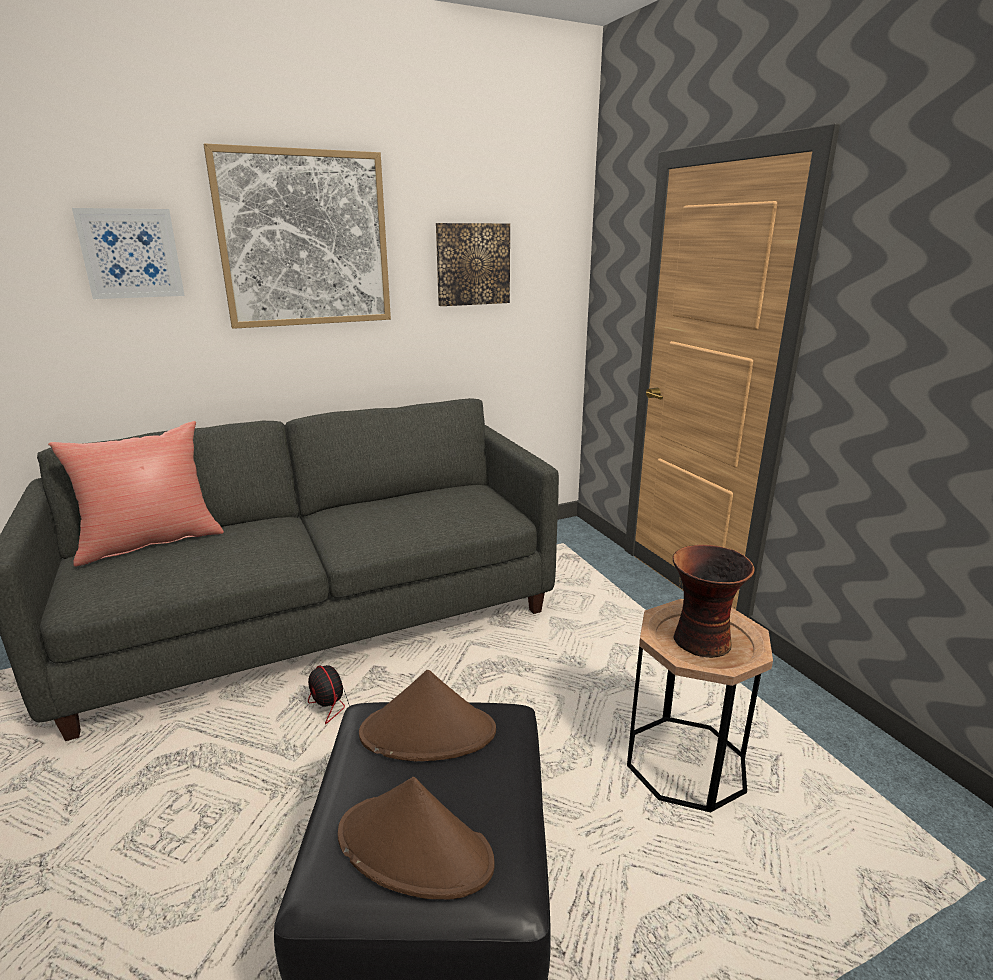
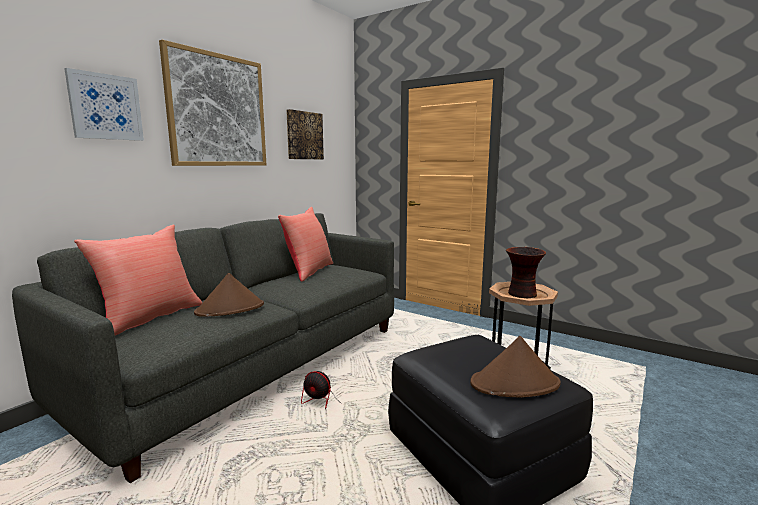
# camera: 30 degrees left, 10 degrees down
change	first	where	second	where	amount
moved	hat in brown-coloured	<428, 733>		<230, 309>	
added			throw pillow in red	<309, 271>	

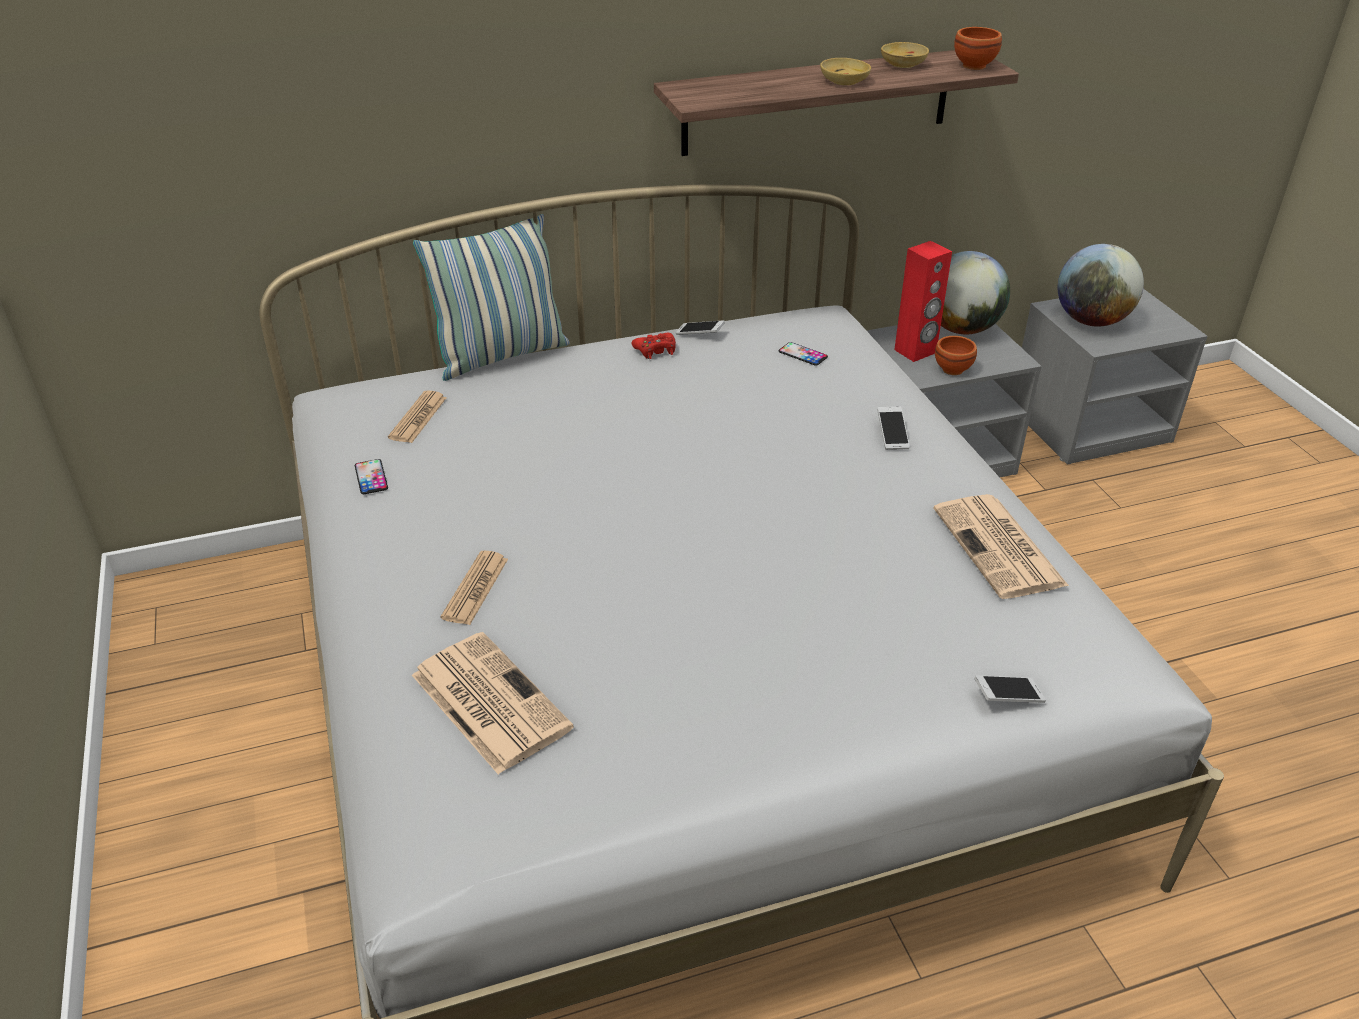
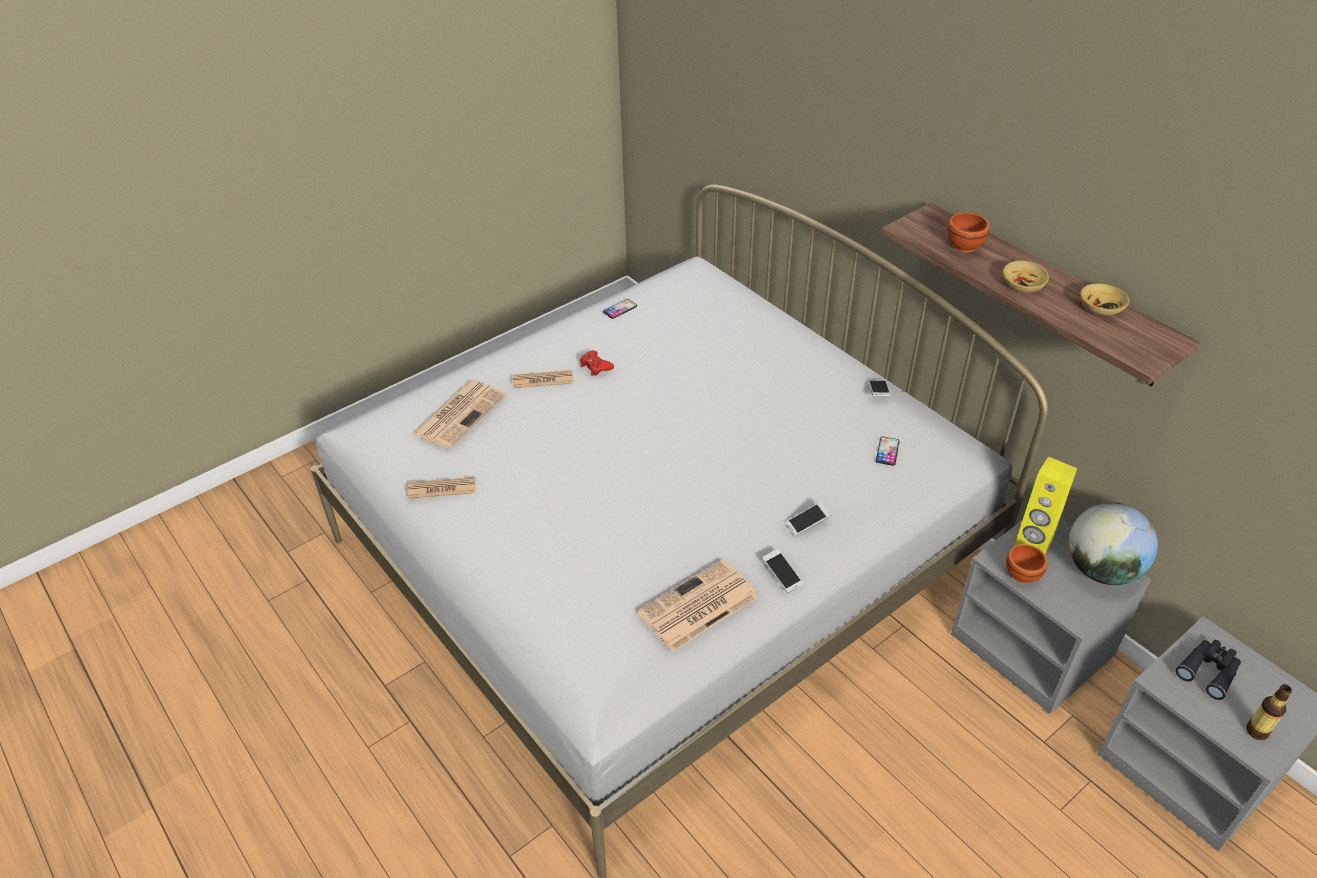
# camera: 70 degrees right, 5 degrees up
change	first	where	second	where	amount
moved	daily paper	<418, 418>		<442, 488>	
moved	gamepad in red	<655, 350>		<595, 367>	
moved	telephone	<1008, 696>		<782, 575>	
moved	bowl in brown-coloured	<974, 65>		<965, 247>	
recoloured	loudspeaker in red	<915, 351>	loudspeaker in yellow	<1032, 545>	
replaced	desk globe	<1091, 321>	binoculars in black	<1209, 670>	
added			beverage bottle	<1256, 731>	
removed	throw pillow	<501, 355>			

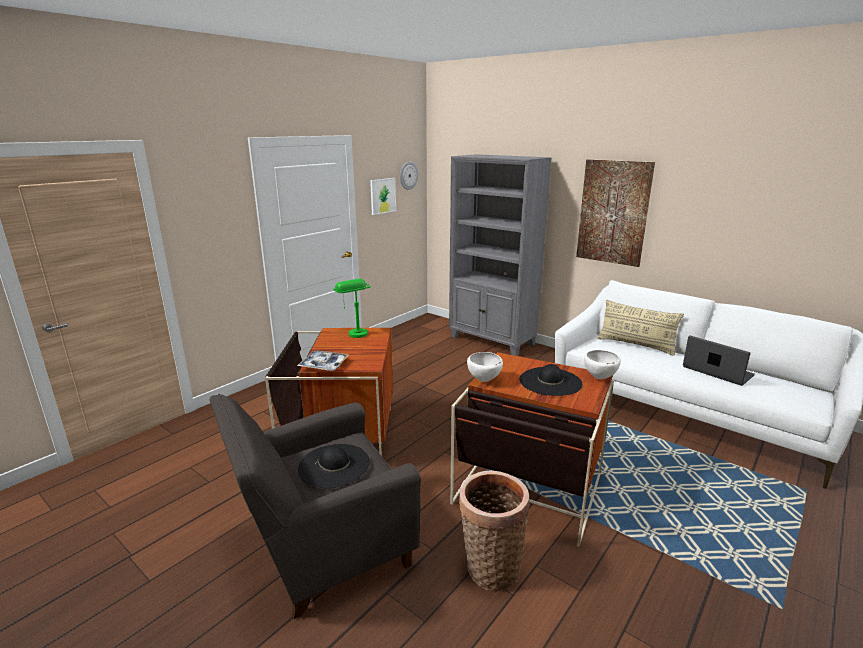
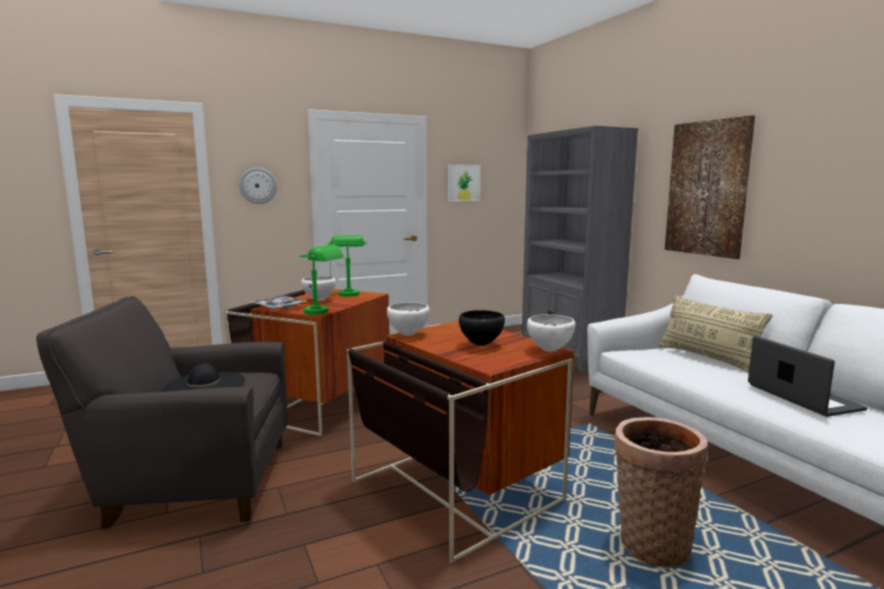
# camera: 25 degrees right, 10 degrees down
change	first	where	second	where	amount
moved	clock on the wall	<408, 175>		<258, 185>	
added			lamp for a table in greenish	<323, 312>	
added			bowl in white-coloured	<319, 300>	
replaced	hat in black	<550, 381>	bowl in black	<481, 345>	
moved	storage basket	<490, 567>		<651, 543>	

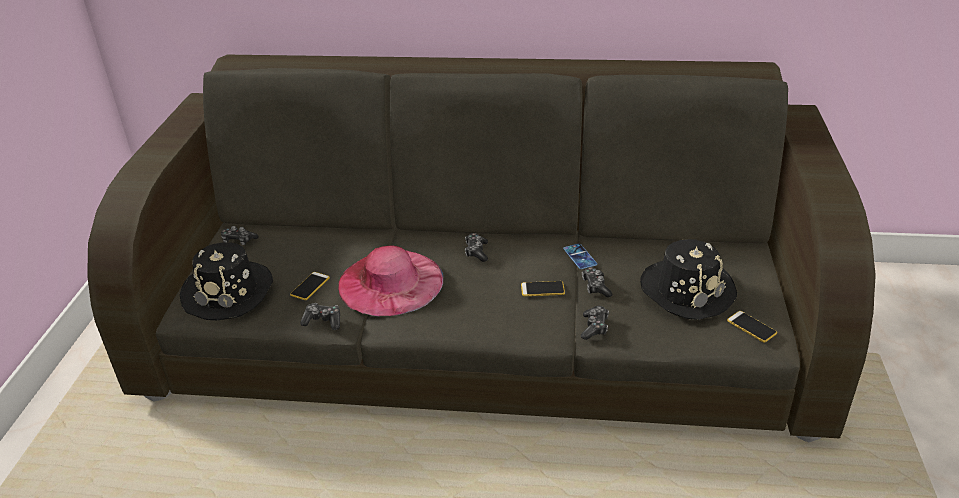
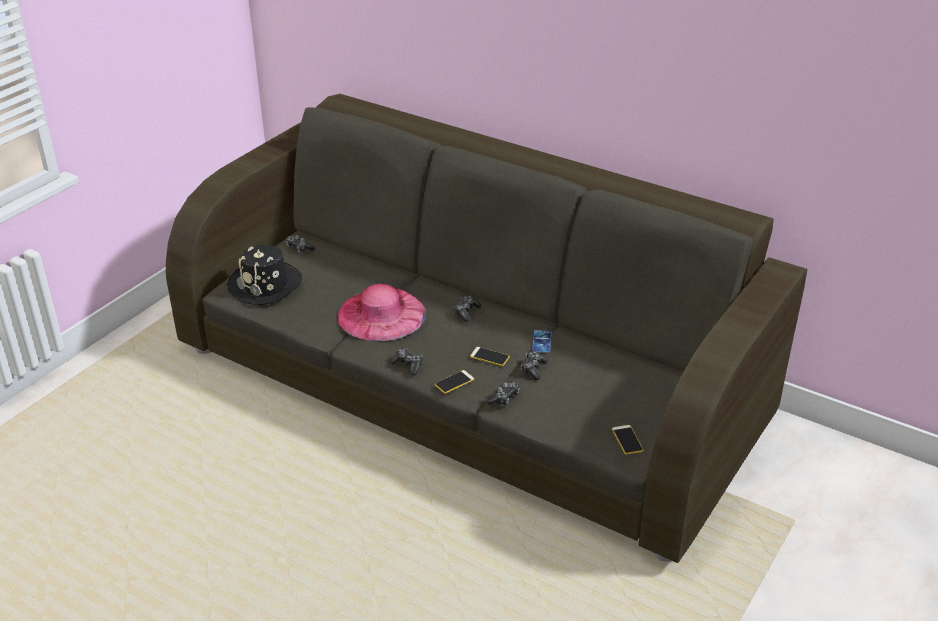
# camera: 25 degrees right, 0 degrees up
change	first	where	second	where	amount
moved	gamepad	<323, 321>		<407, 365>	
moved	telephone	<310, 286>		<454, 382>	
removed	hat in black	<687, 290>			

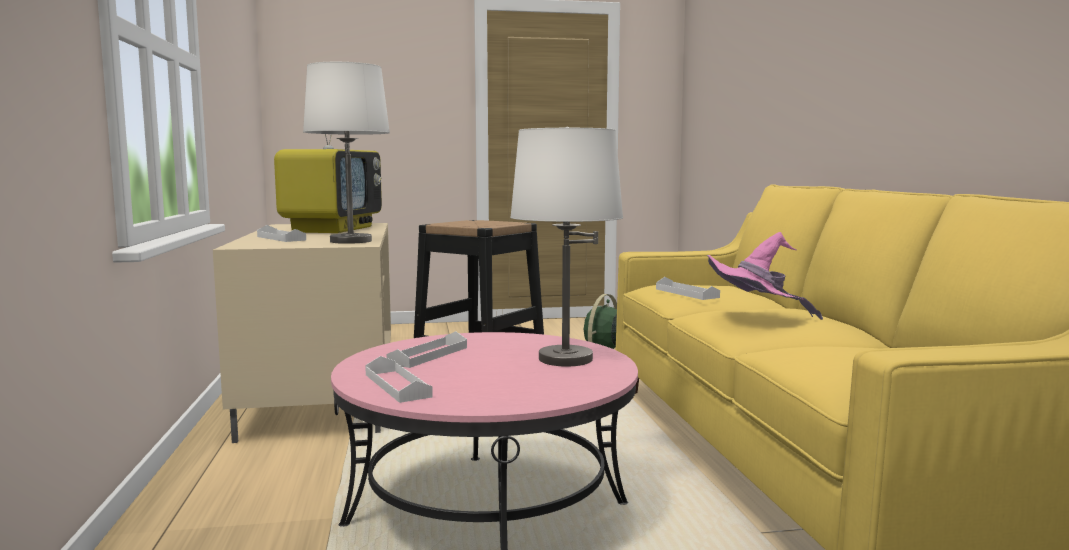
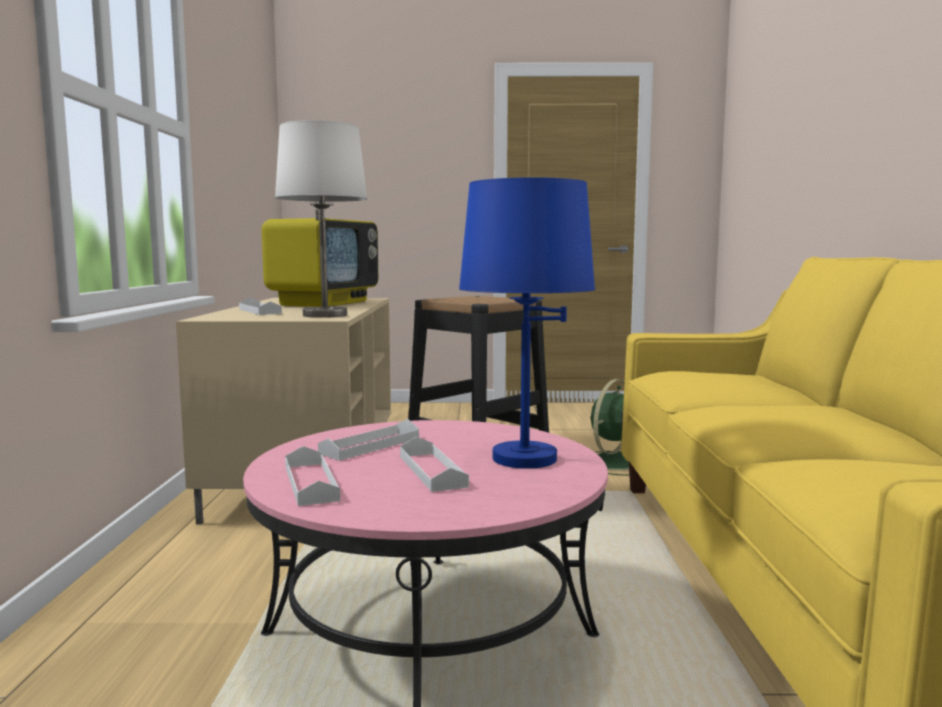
# camera: 10 degrees right, 0 degrees up
change	first	where	second	where	amount
moved	serving tray in white-coloured	<686, 293>		<432, 471>	
recoloured	lamp for a table in white-coloured	<565, 359>	lamp for a table in bluish	<524, 459>	
removed	hat in pink	<756, 320>			

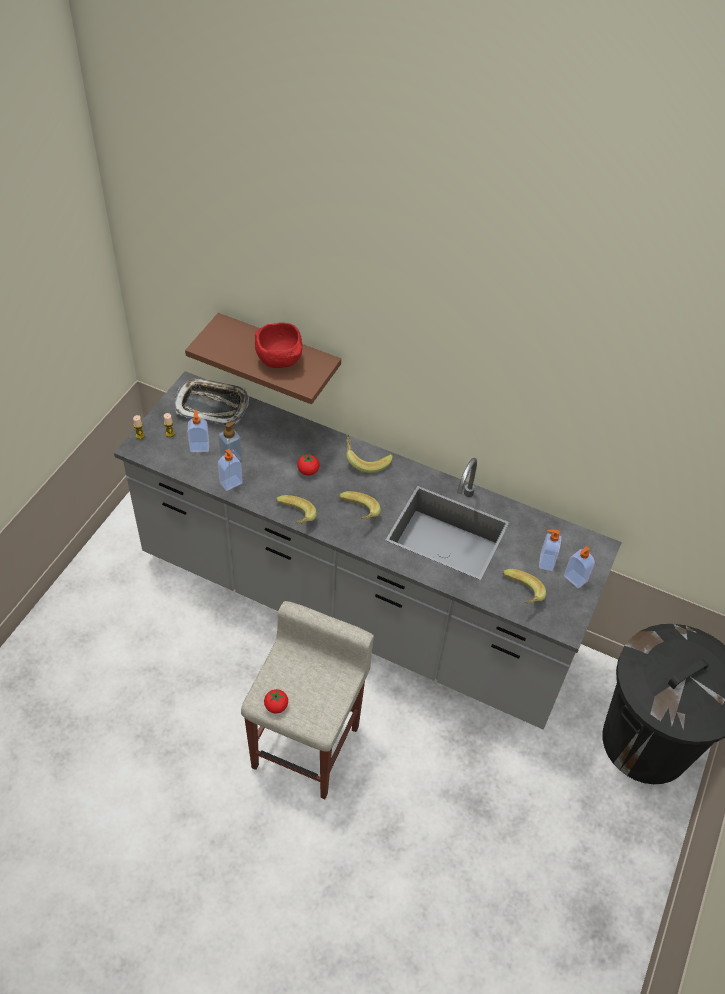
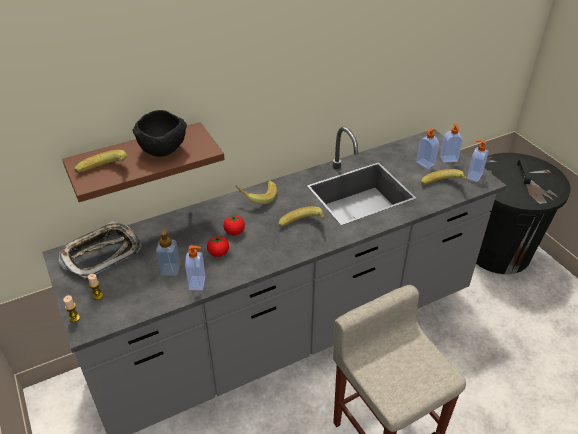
# camera: 50 degrees left, 10 degrees down
change	first	where	second	where	amount
moved	banana	<293, 519>		<105, 174>	
recoloured	bowl in red	<280, 361>	bowl in black	<163, 150>	
moved	tomato	<276, 706>		<218, 253>	
moved	soap bottle	<199, 446>		<473, 176>	

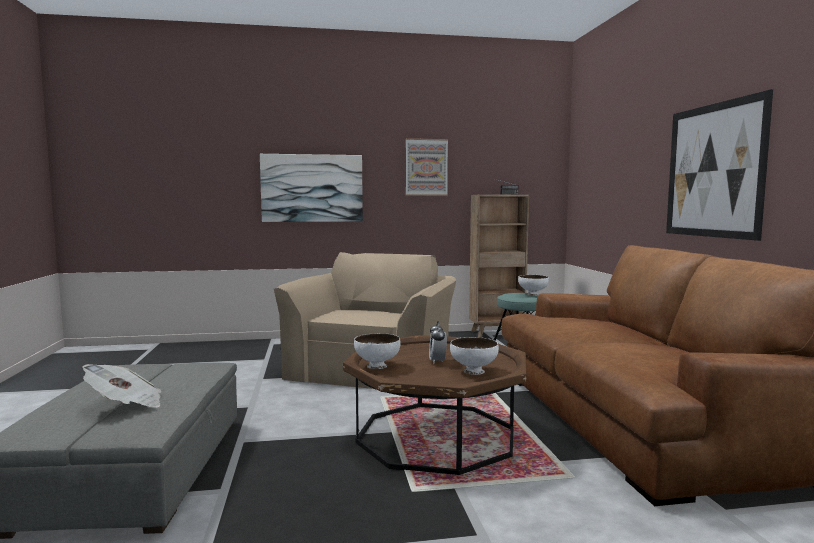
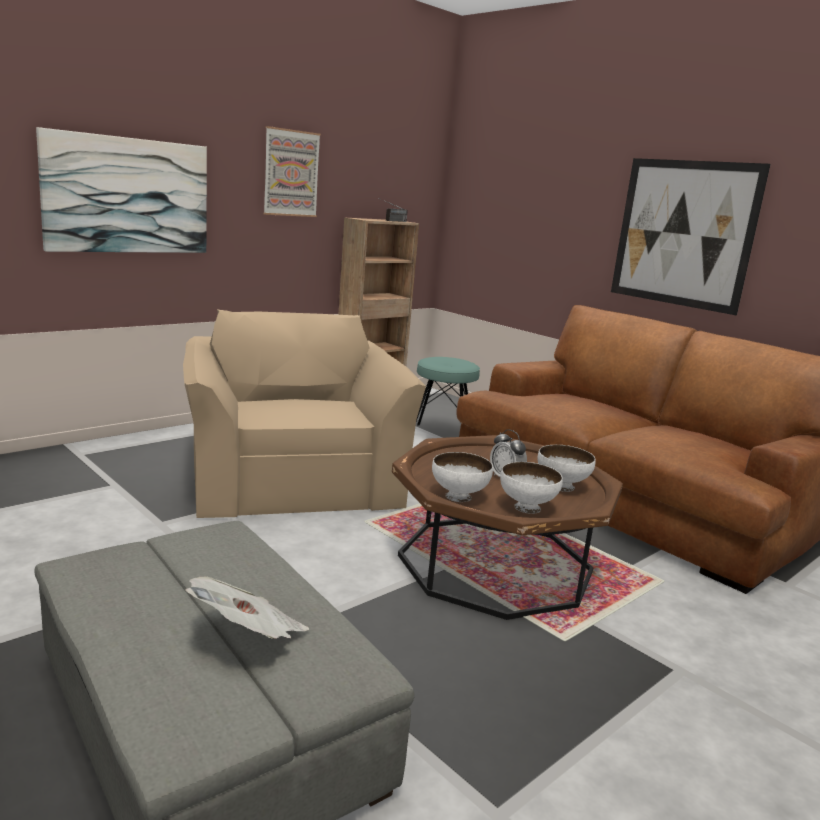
# camera: 35 degrees left, 10 degrees up
change	first	where	second	where	amount
moved	bowl in white-coloured	<533, 294>		<526, 507>	

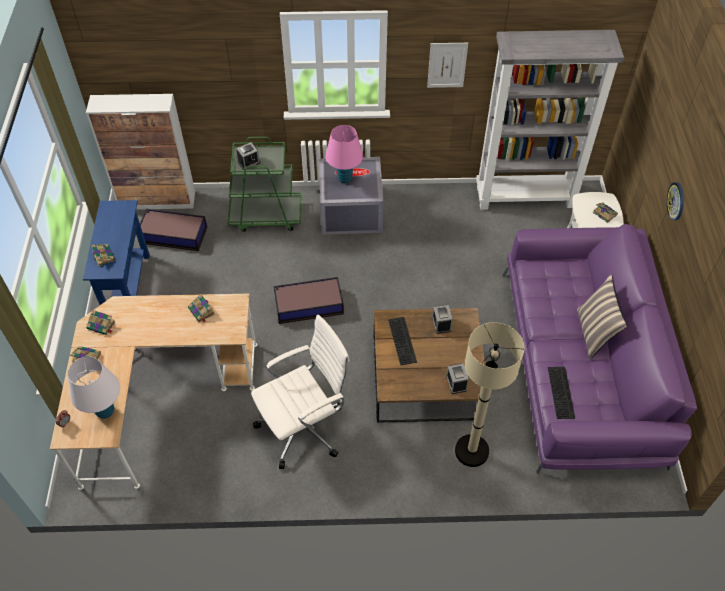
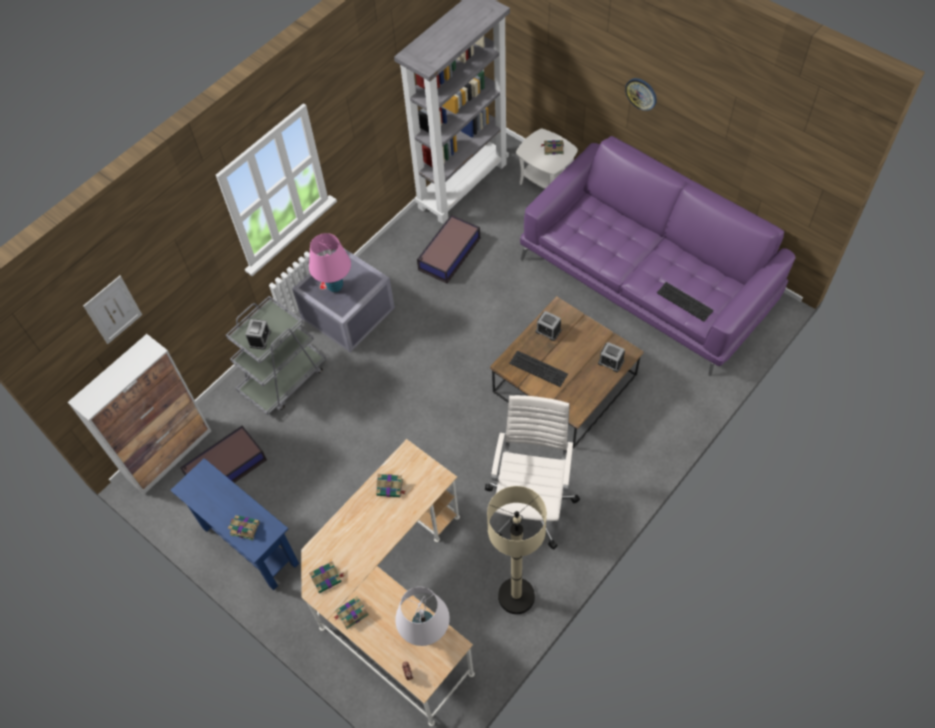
# camera: 45 degrees left, 5 degrees up
change	first	where	second	where	amount
moved	wall art	<447, 65>		<113, 310>	
recoloured	wheeled cart in greenish	<266, 216>	wheeled cart in grey	<284, 379>	
moved	storage box	<308, 305>		<448, 254>	
moved	standard lamp in beige	<471, 451>		<516, 596>	
removed	throw pillow	<594, 333>			

